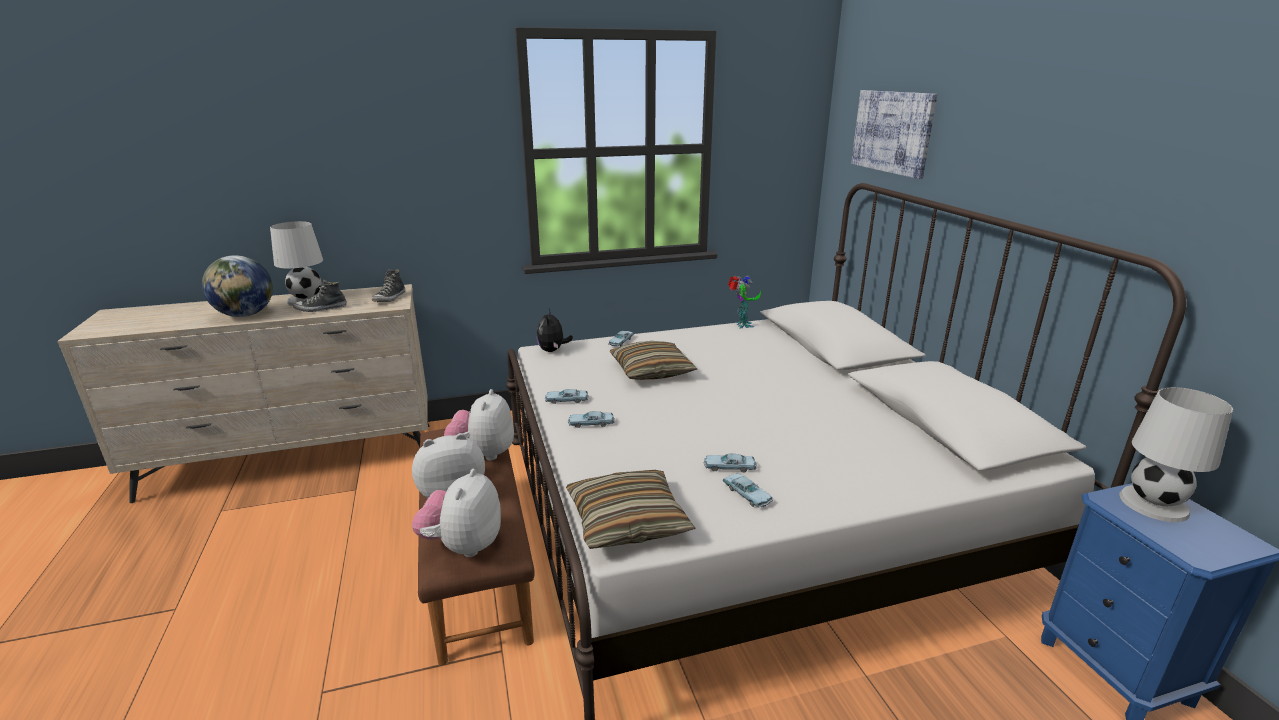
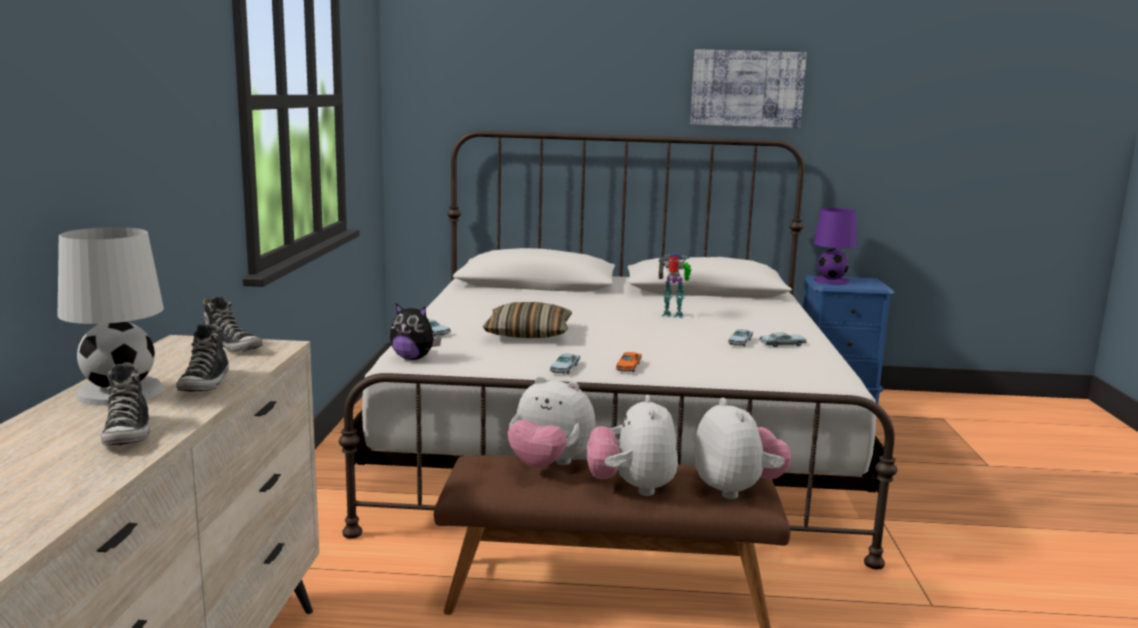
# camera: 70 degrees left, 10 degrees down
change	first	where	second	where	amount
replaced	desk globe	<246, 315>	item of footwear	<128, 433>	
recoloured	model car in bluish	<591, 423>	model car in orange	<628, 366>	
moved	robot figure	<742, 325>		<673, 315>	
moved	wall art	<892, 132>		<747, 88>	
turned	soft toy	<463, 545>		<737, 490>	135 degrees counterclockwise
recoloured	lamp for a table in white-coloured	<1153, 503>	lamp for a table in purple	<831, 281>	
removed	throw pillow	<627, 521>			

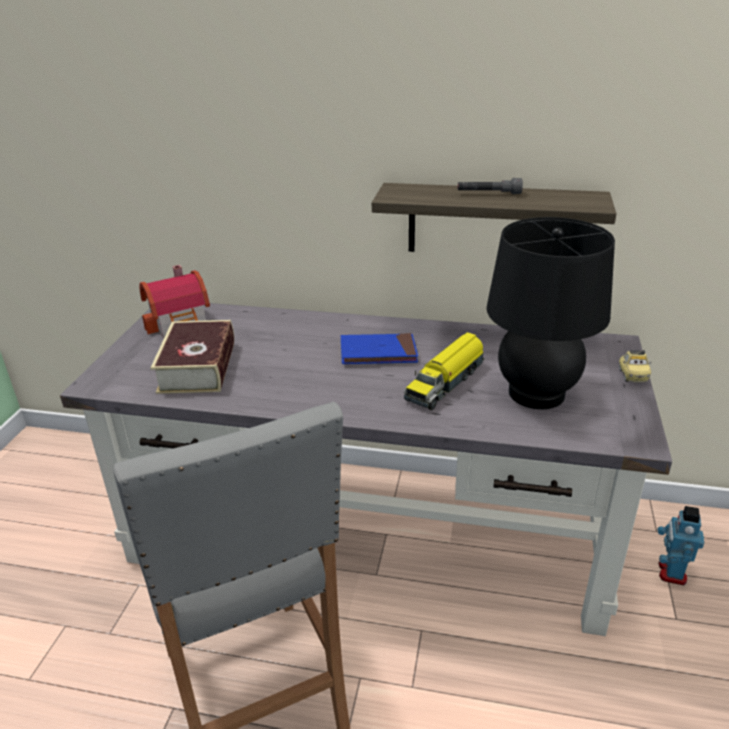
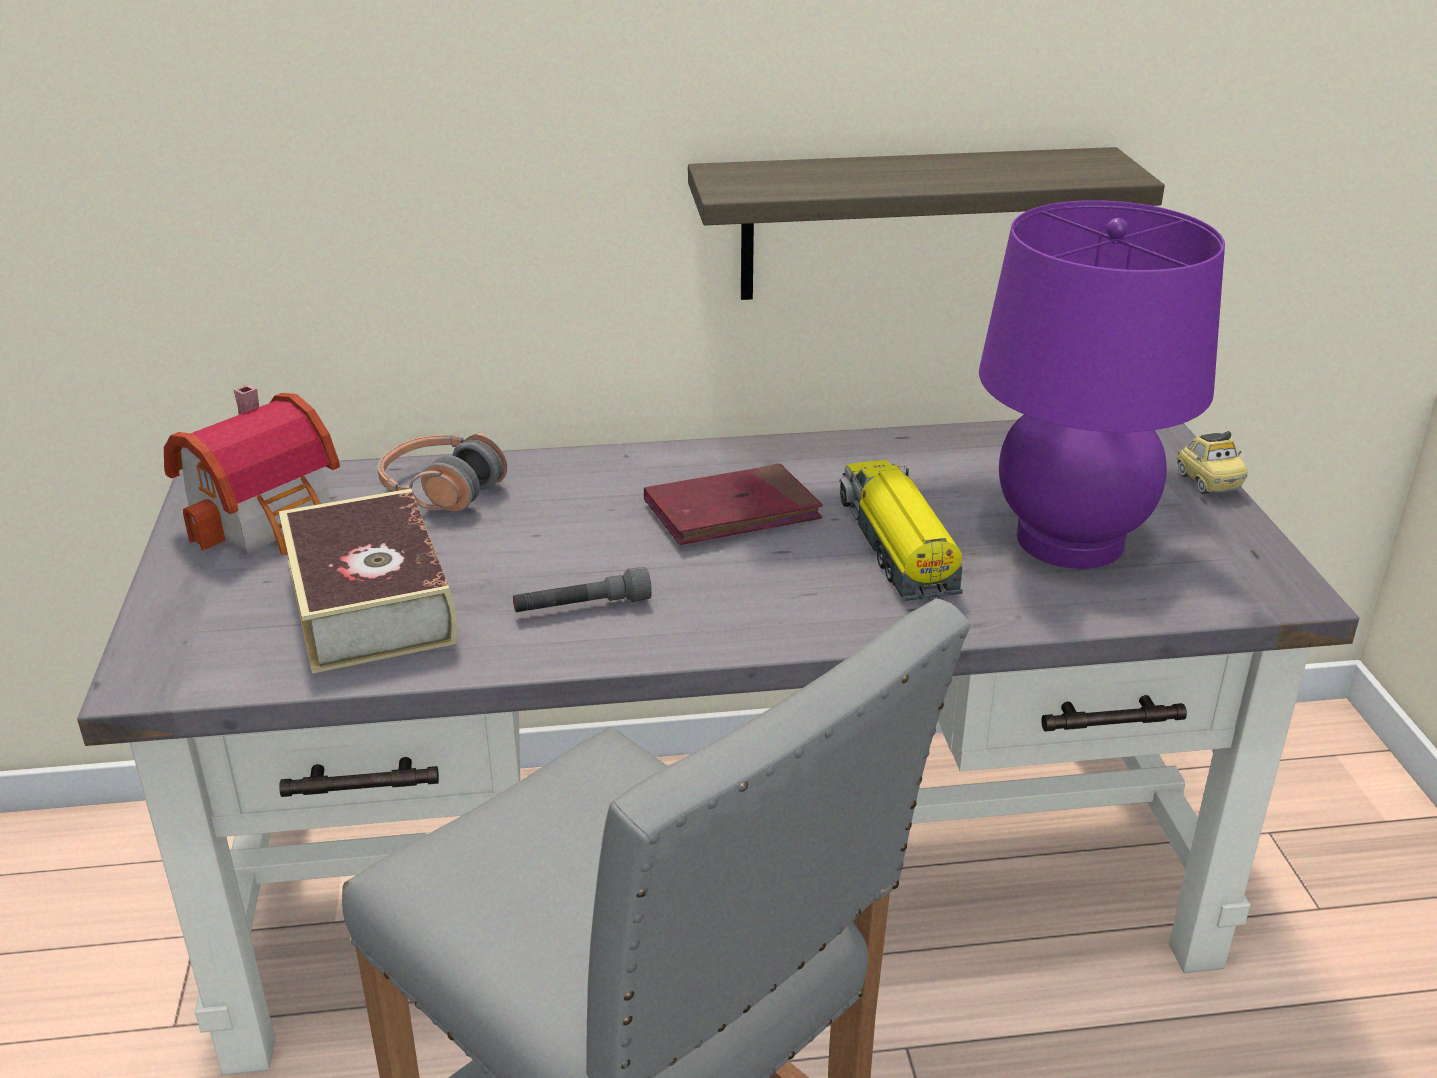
# camera: 20 degrees left, 0 degrees up
change	first	where	second	where	amount
added			headset	<442, 489>	
moved	flashlight in grey	<488, 194>		<582, 607>	
recoloured	volume in bluish	<378, 353>	volume in red	<732, 512>	
turned	toy truck	<445, 382>		<897, 547>	150 degrees clockwise
recoloured	lamp for a table in black	<536, 393>	lamp for a table in purple	<1070, 540>	
removed	robot figure	<671, 572>			

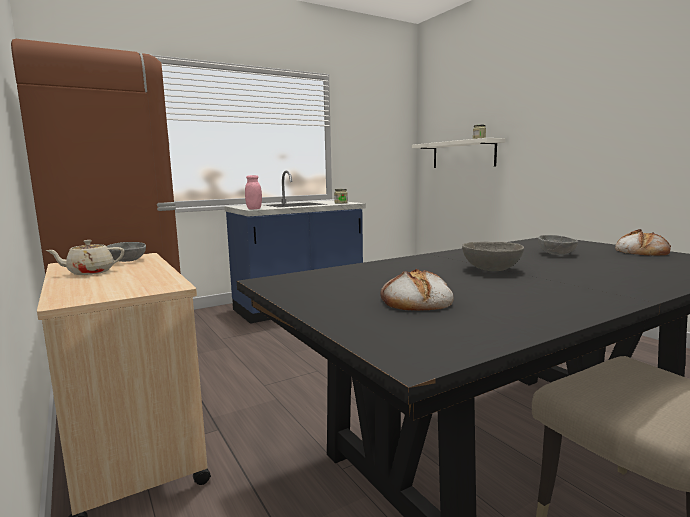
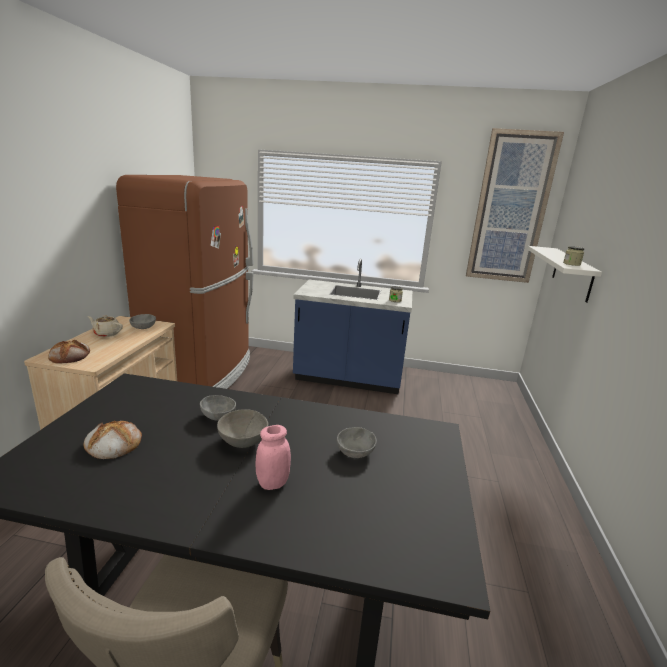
# camera: 40 degrees right, 10 degrees up
change	first	where	second	where	amount
moved	baked bread	<641, 251>		<70, 356>	
added			bowl in grey	<218, 416>	
moved	preserve jar in pink	<254, 209>		<273, 483>	
added			wall art	<510, 209>	

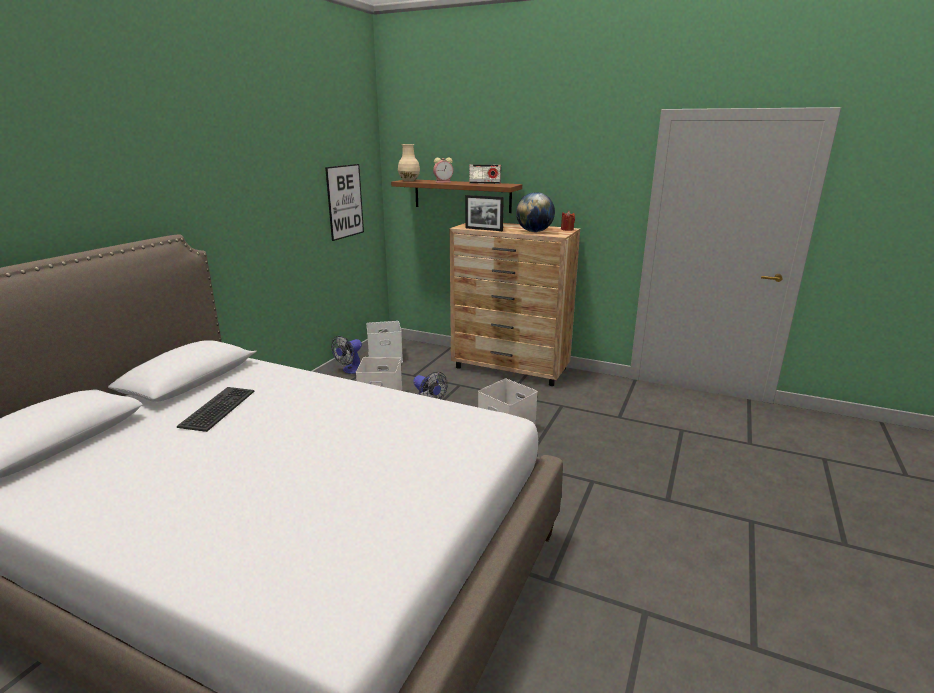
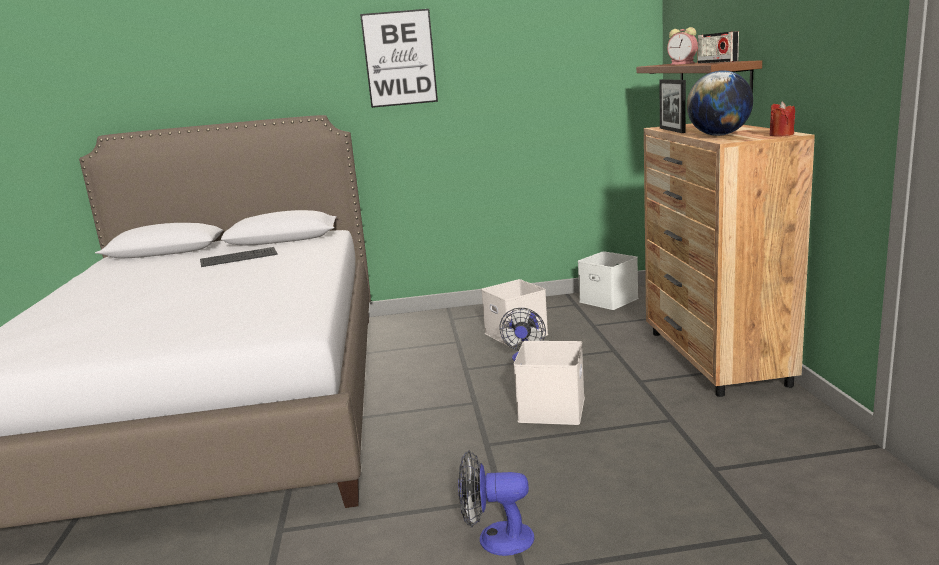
# camera: 60 degrees right, 5 degrees down
change	first	where	second	where	amount
moved	wall art	<345, 201>		<399, 58>	
moved	fan	<351, 370>		<495, 539>	
removed	decorative vase in beige	<409, 180>			

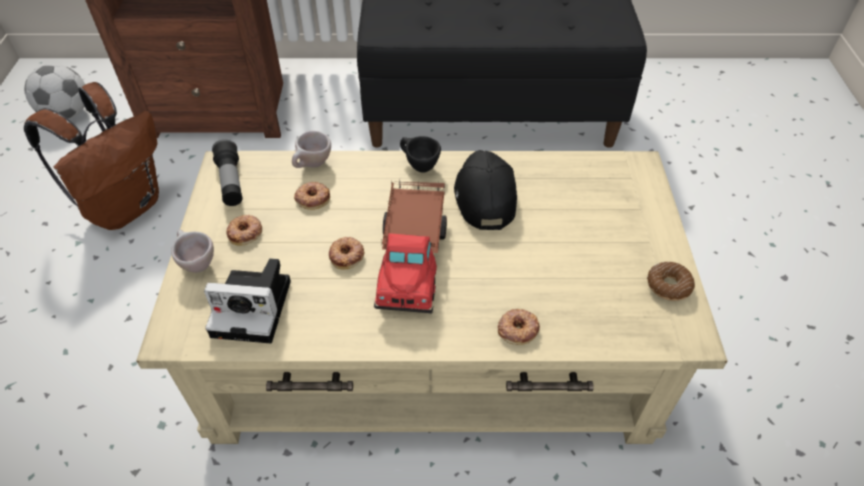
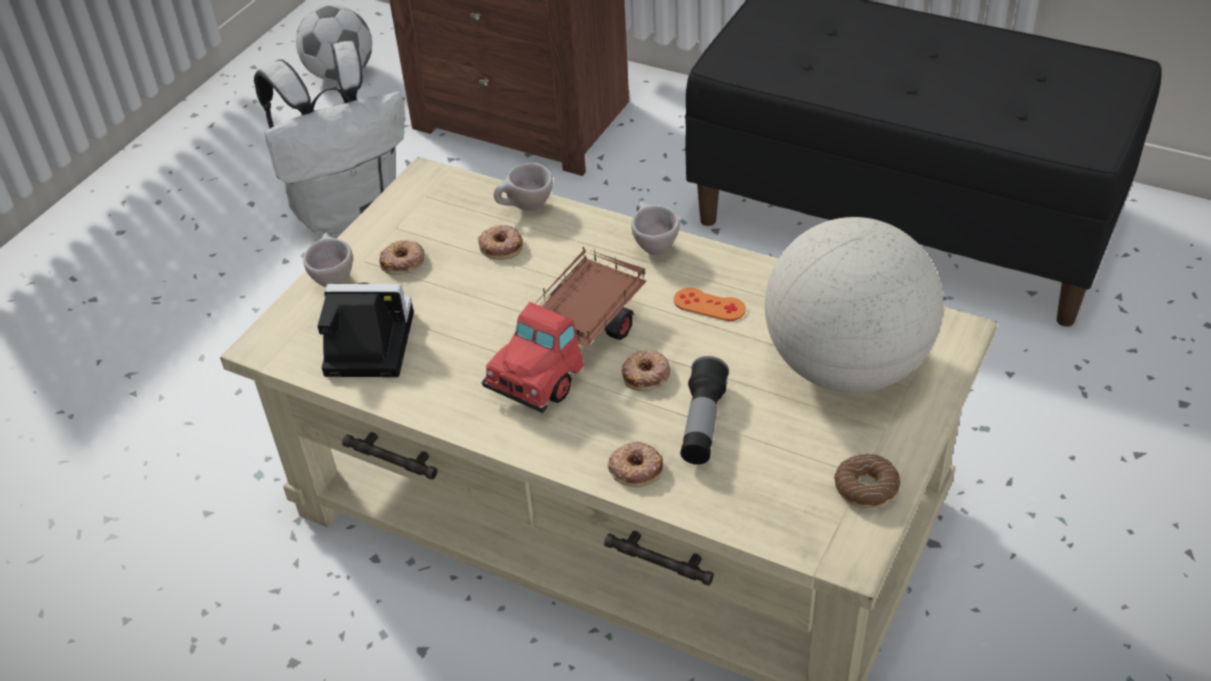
# camera: 30 degrees right, 5 degrees down
change	first	where	second	where	amount
recoloured	knapsack in brown-coloured	<125, 206>	knapsack in white-coloured	<348, 210>	
turned	photo camera	<255, 307>		<365, 345>	150 degrees clockwise
moved	donut	<347, 255>		<646, 374>	
recoloured	drinking cup in black	<418, 166>	drinking cup in beige	<652, 246>	
replaced	peaked cap in black	<484, 195>	gamepad in orange	<709, 305>	
moved	flashlight	<231, 182>		<702, 423>	
added			desk globe	<847, 366>	

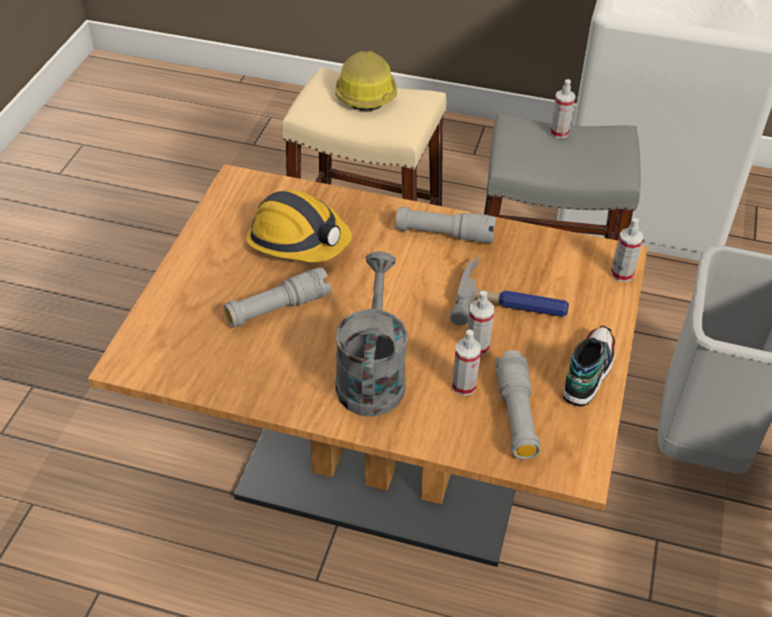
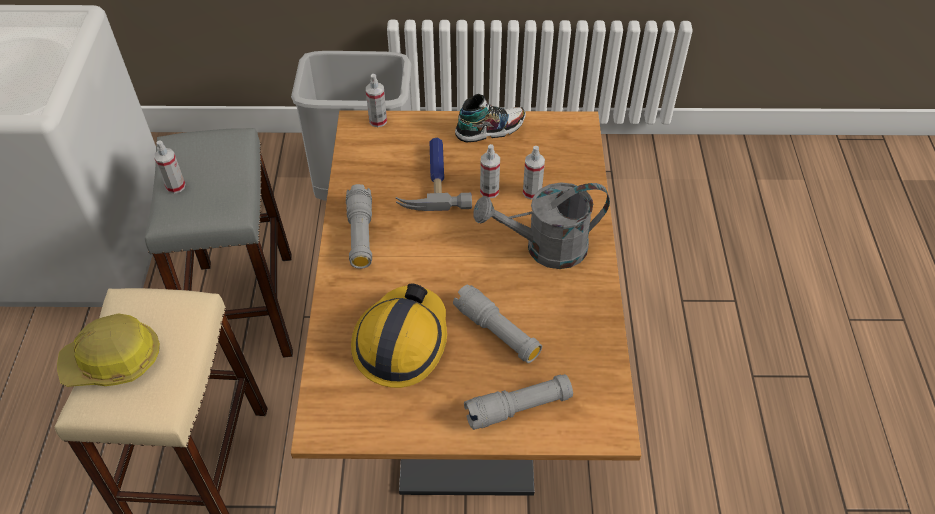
# camera: 105 degrees left, 5 degrees up
change	first	where	second	where	amount
turned	item of footwear	<587, 372>		<490, 129>	150 degrees clockwise
moved	flashlight in grey	<516, 414>		<518, 408>	

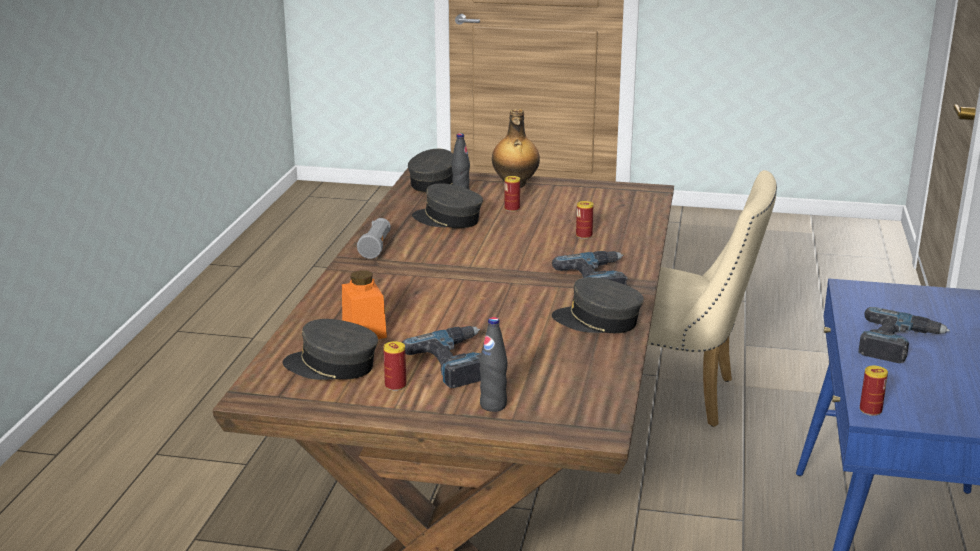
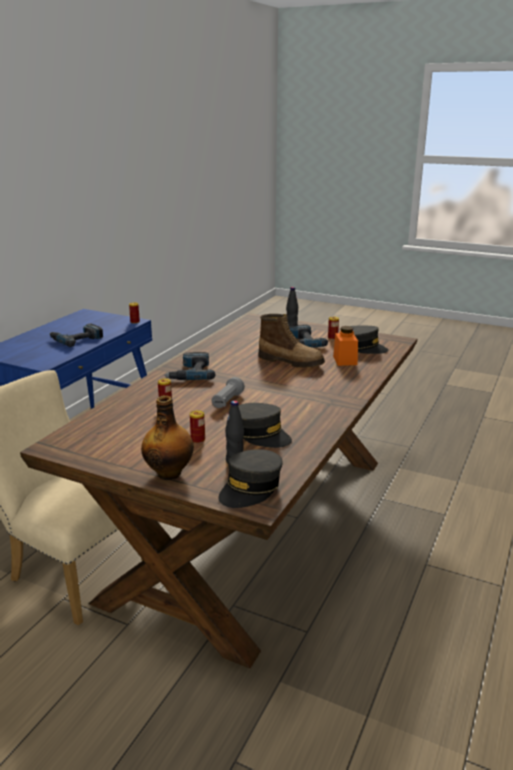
# camera: 165 degrees left, 0 degrees up
change	first	where	second	where	amount
moved	flashlight in grey	<376, 247>		<227, 401>	
added			high-top boot	<291, 362>	
removed	peaked cap in grey	<597, 321>			

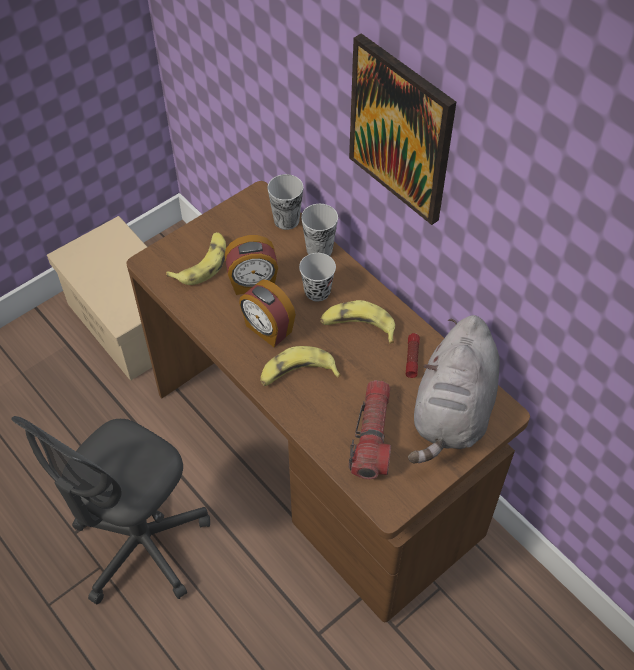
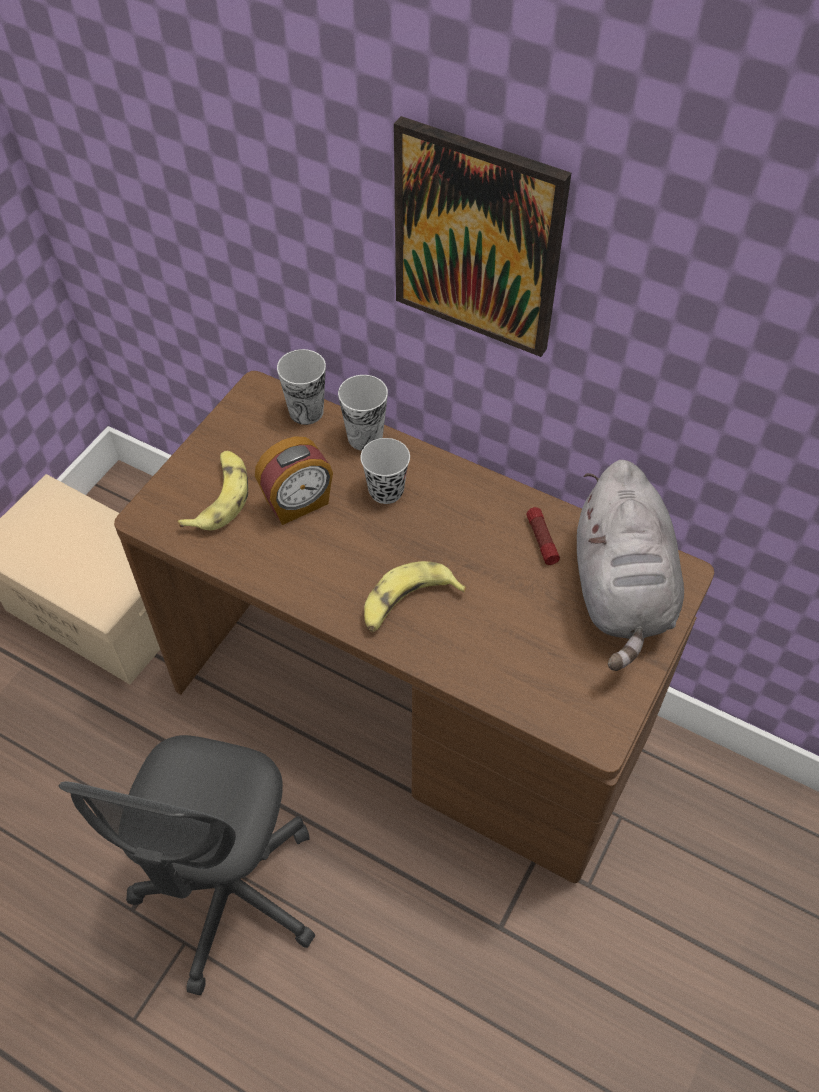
# camera: 20 degrees left, 0 degrees up
change	first	where	second	where	amount
removed	bedside clock	<268, 329>			
removed	banana	<358, 327>			
removed	flashlight	<372, 436>			

